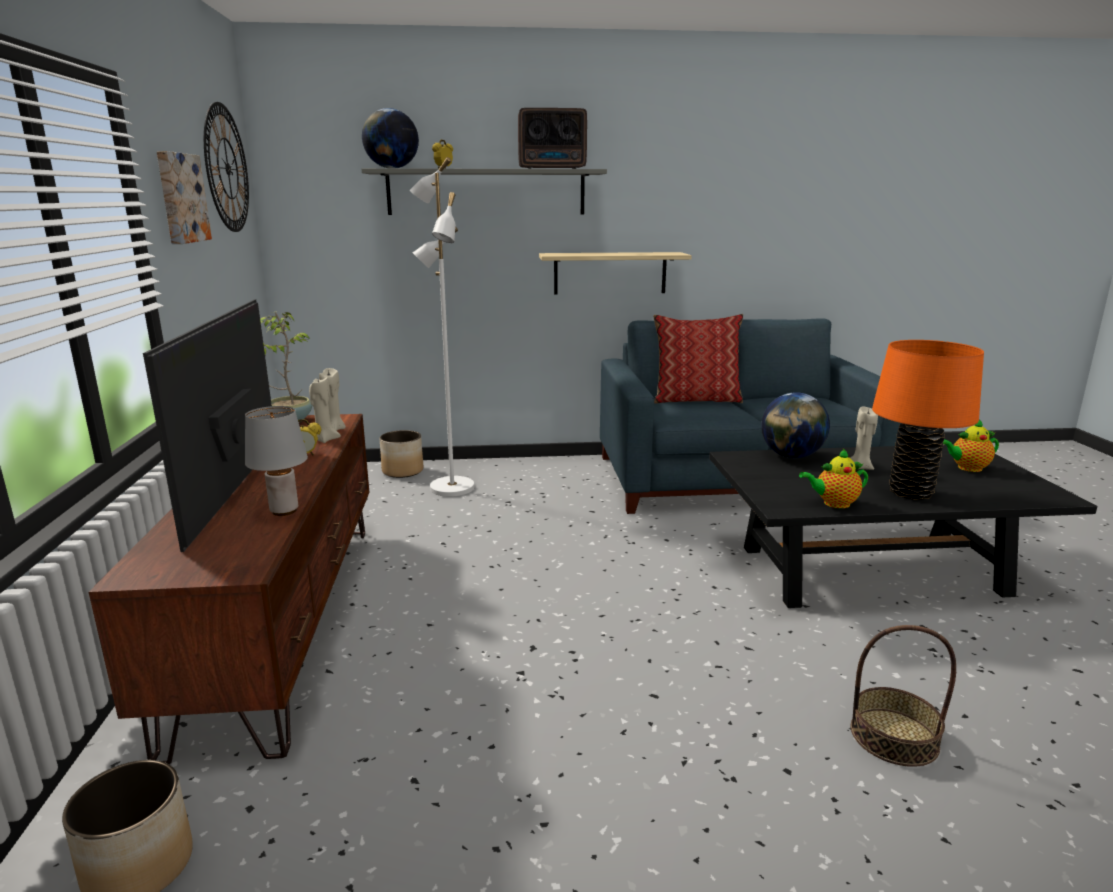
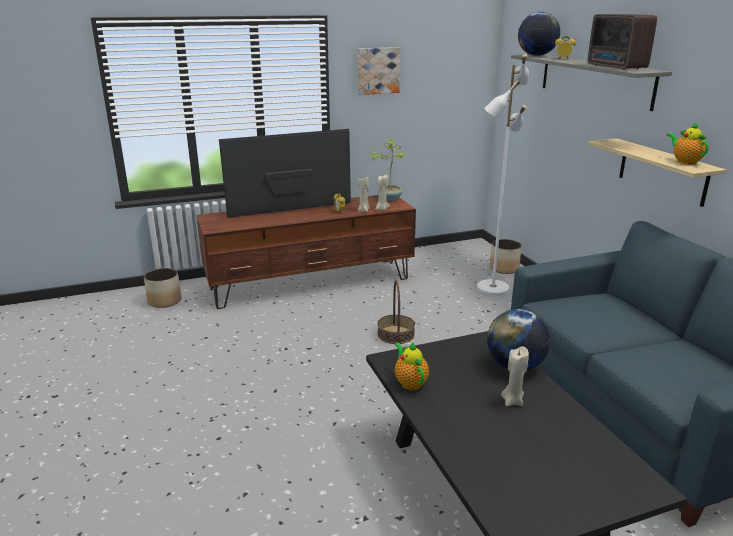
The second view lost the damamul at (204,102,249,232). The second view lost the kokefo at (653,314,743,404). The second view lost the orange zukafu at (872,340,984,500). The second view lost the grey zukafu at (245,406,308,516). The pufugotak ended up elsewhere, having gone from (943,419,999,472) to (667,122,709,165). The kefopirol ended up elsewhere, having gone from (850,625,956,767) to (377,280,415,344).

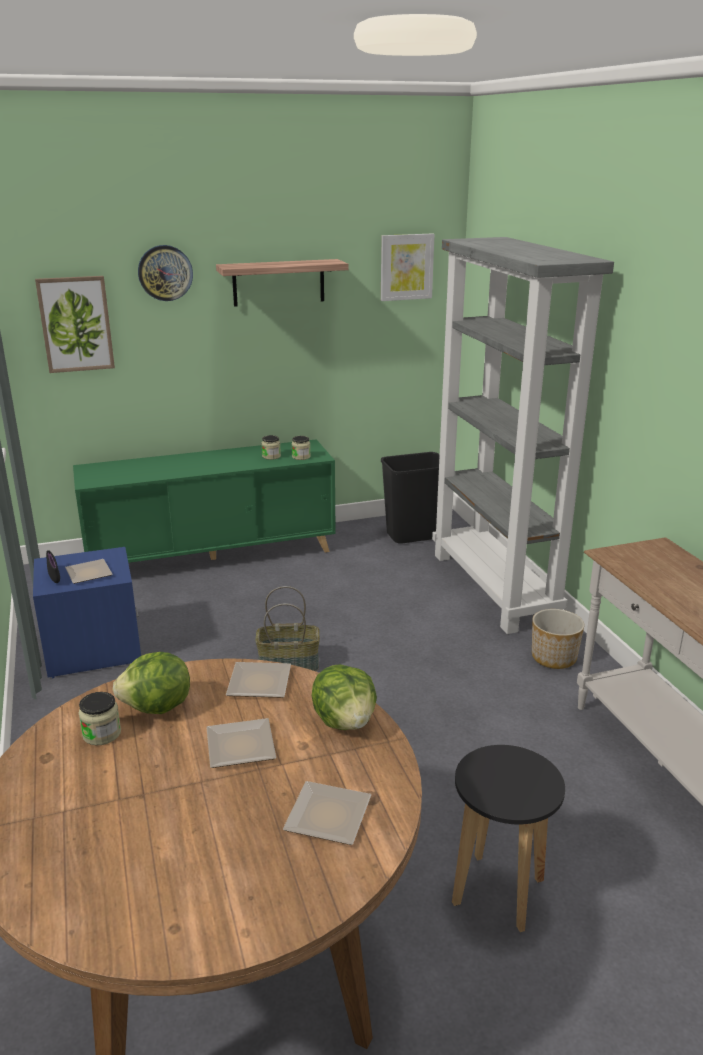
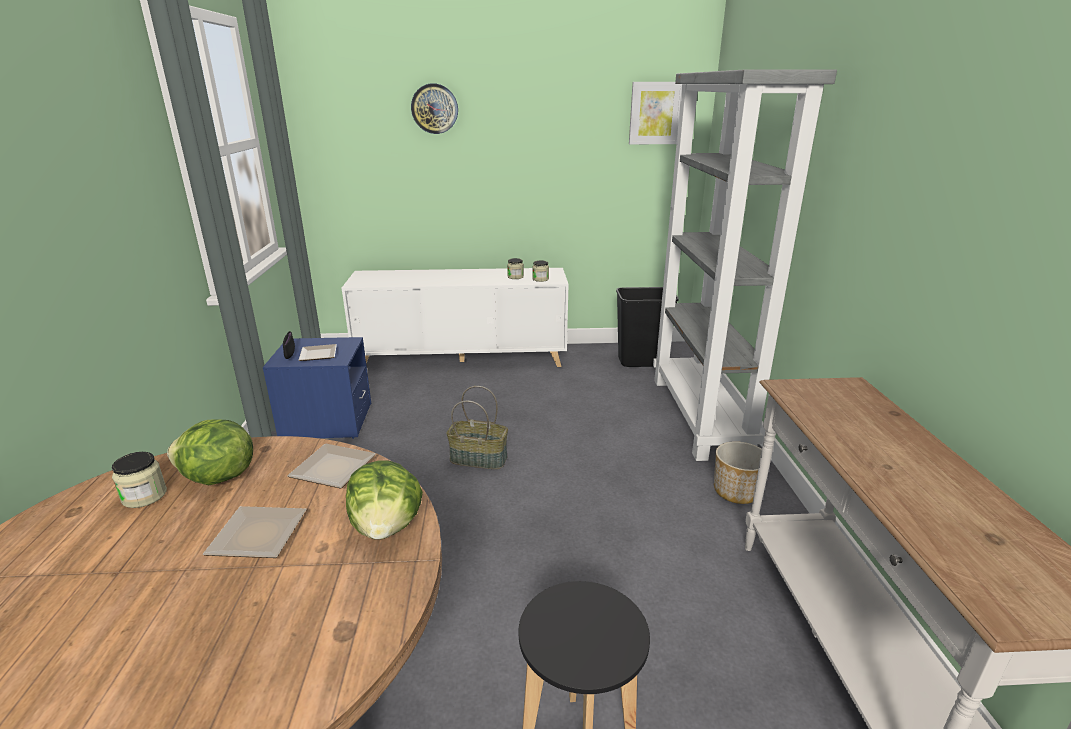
The second view lost the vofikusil at (216,259,349,307). The second view lost the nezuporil at (35,276,115,373). What was the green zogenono at (73,439,336,563) turned into the white zogenono at (341,268,569,367). The second view lost the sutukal at (283,781,371,845).

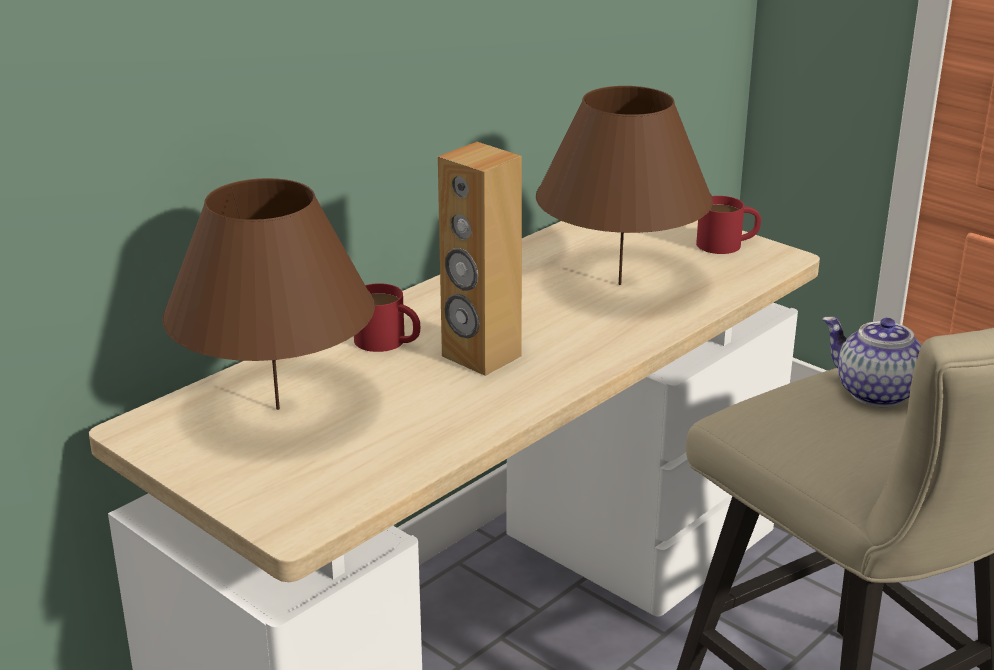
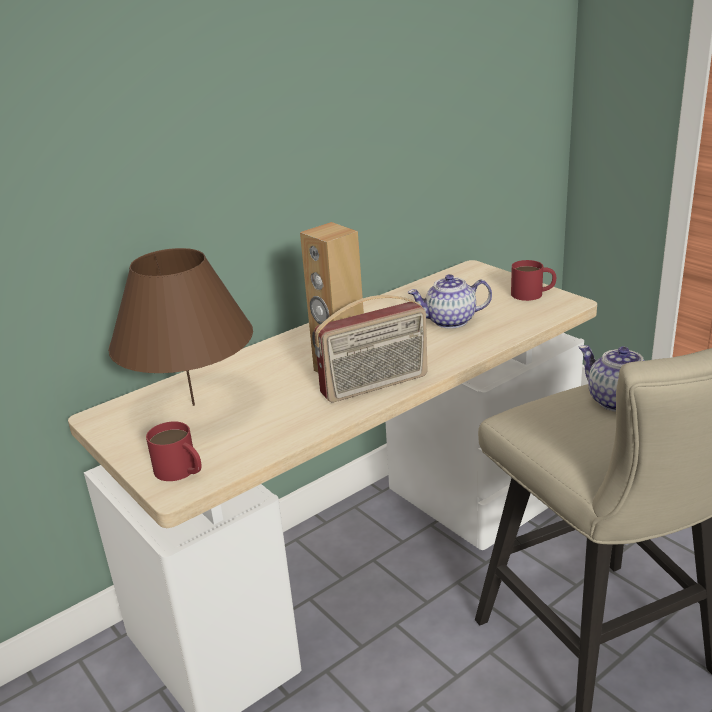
Where the brown zukafu stood at (536,86,713,285), the pufugotak came to stand at (408,274,492,329). The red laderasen ended up elsewhere, having gone from (354,283,420,352) to (146,421,202,481). The second view gained the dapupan at (314,295,427,403).

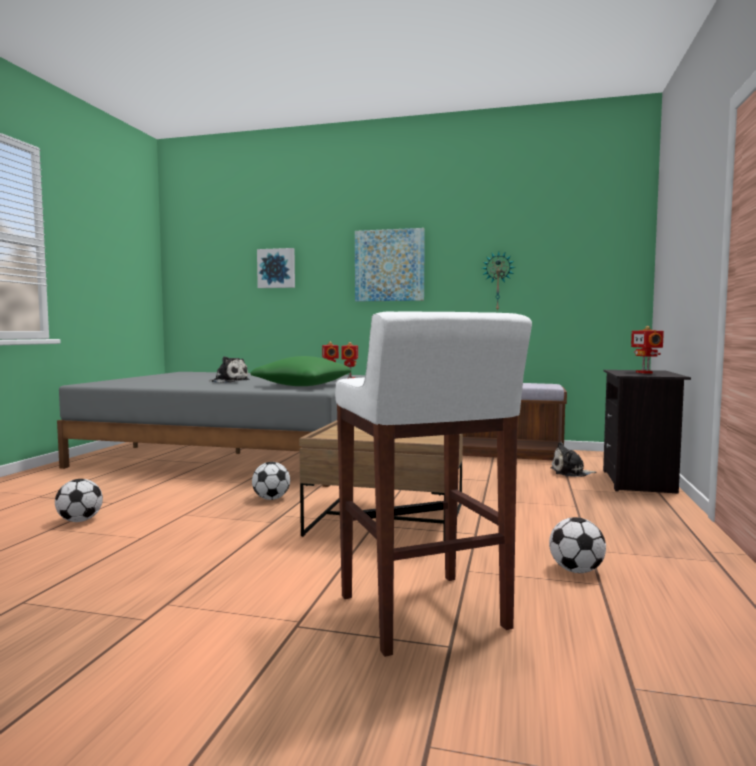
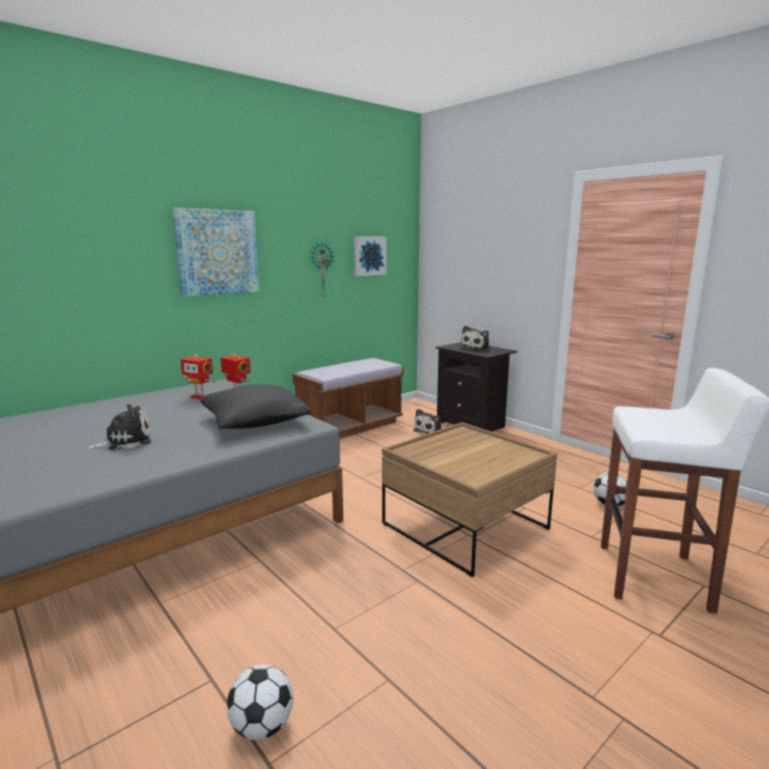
The nezuporil ended up elsewhere, having gone from (257,248,295,288) to (354,236,387,276). Where the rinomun stood at (631,326,664,373), the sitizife came to stand at (460,326,491,351). What was the green kokefo at (250,356,351,386) turned into the black kokefo at (200,384,311,429). The second view lost the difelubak at (252,462,290,500).

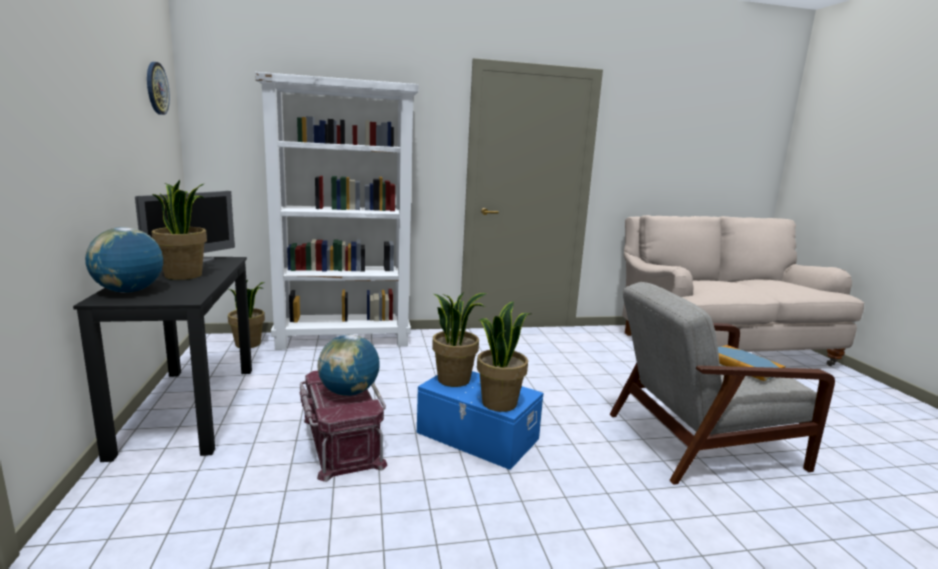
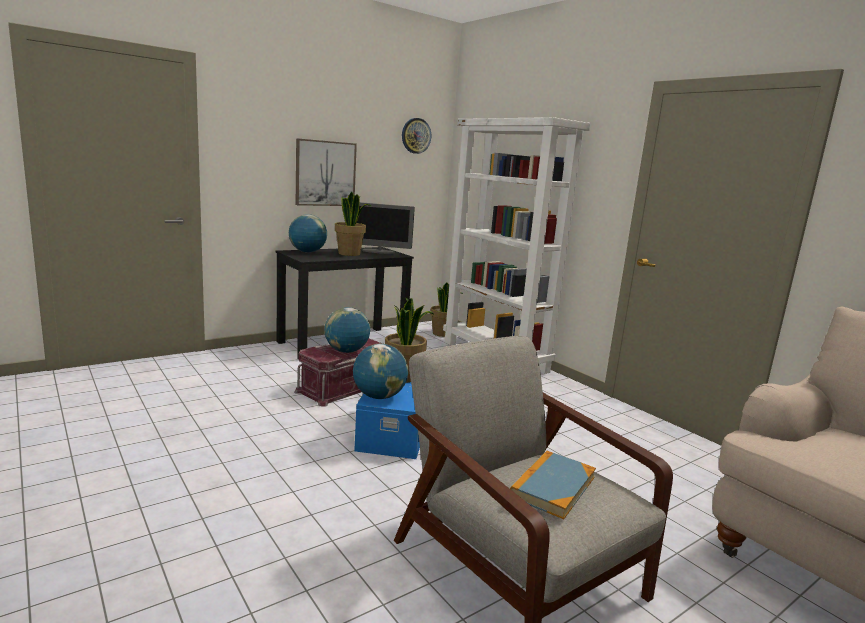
Where the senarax stood at (477,301,531,412), the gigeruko came to stand at (353,344,408,399). The second view gained the nezuporil at (296,138,357,206).

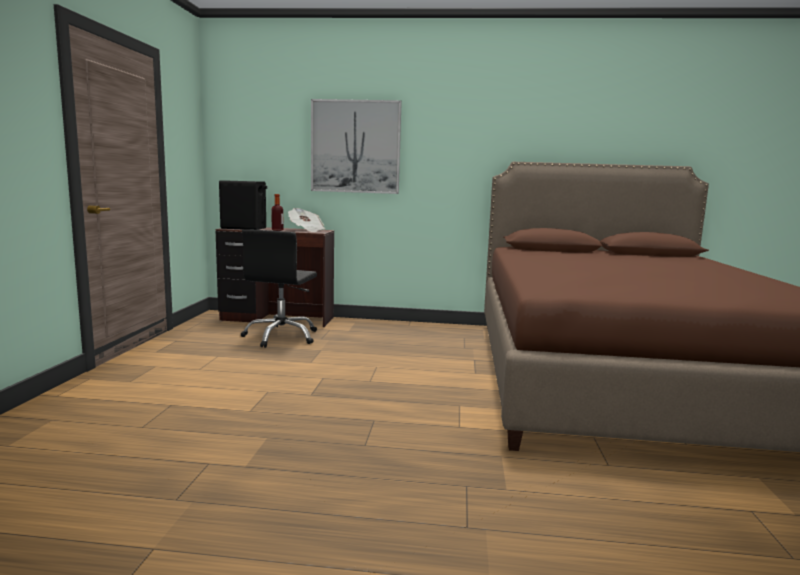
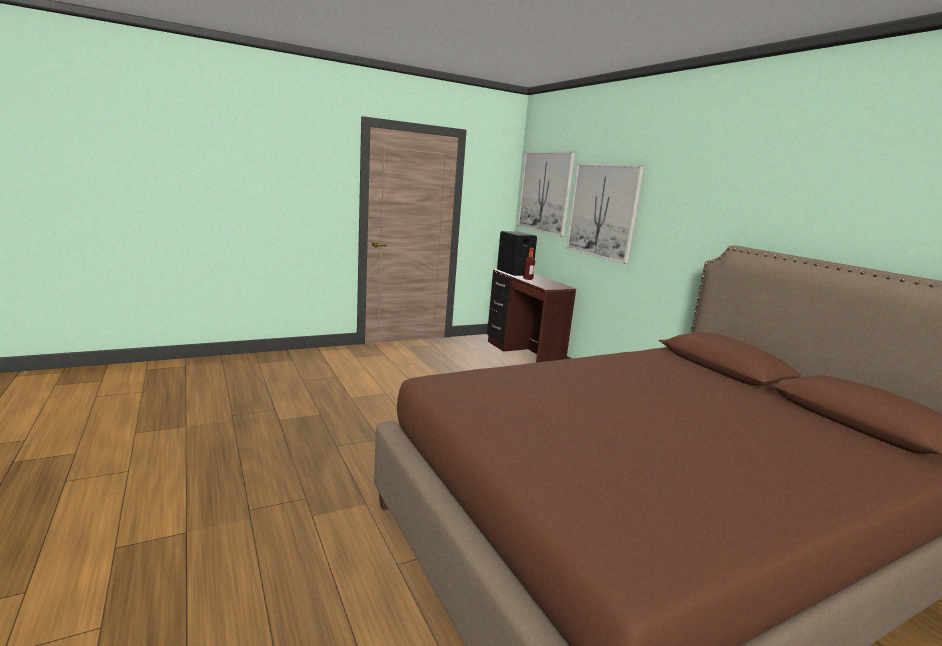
The second view lost the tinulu at (288,208,325,232). The second view lost the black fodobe at (241,229,317,348). The second view gained the nezuporil at (517,151,575,237).

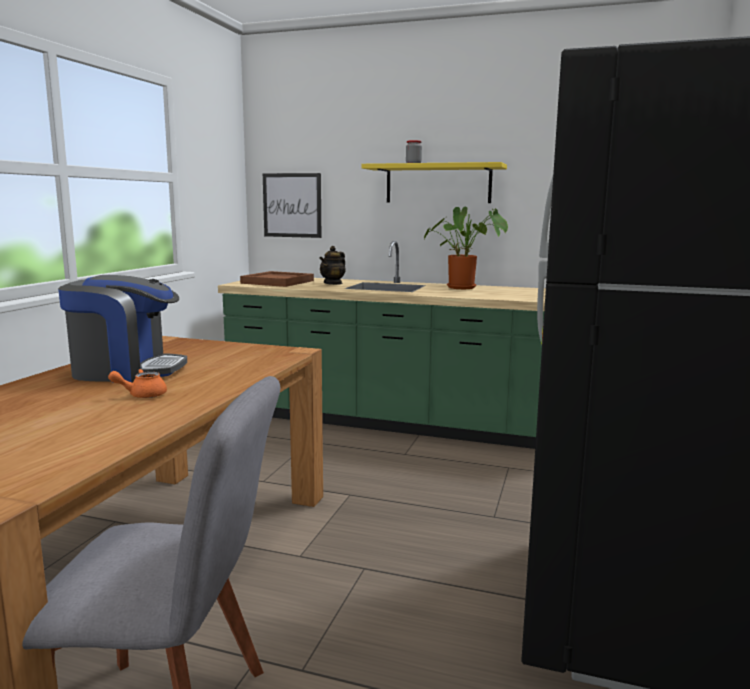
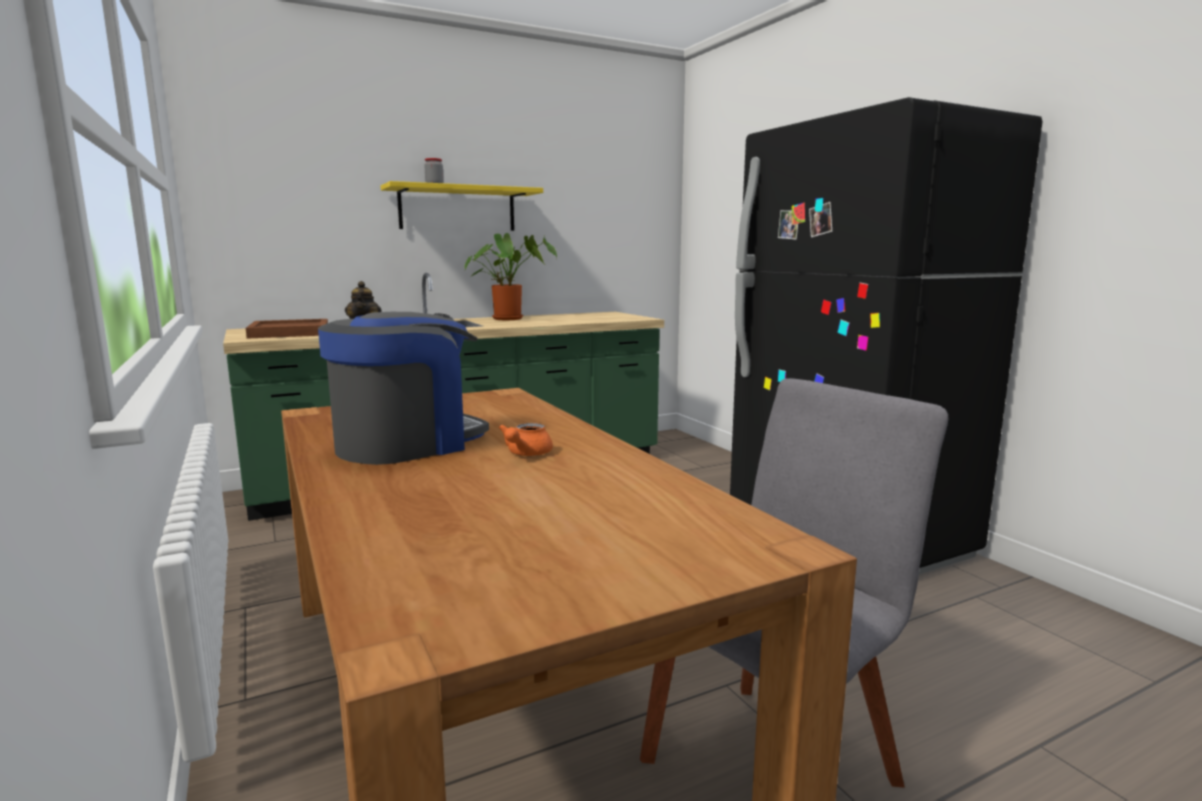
The second view lost the nezuporil at (263,173,321,238).

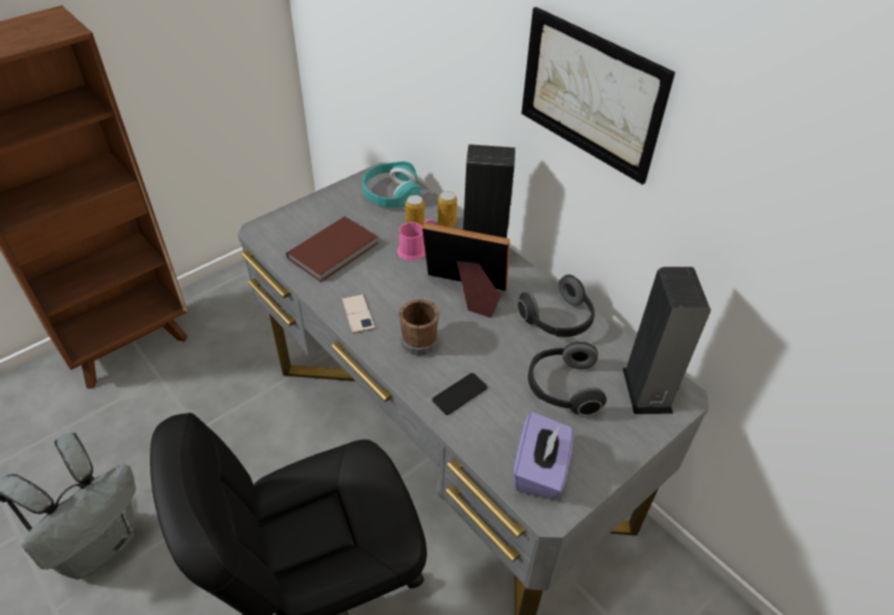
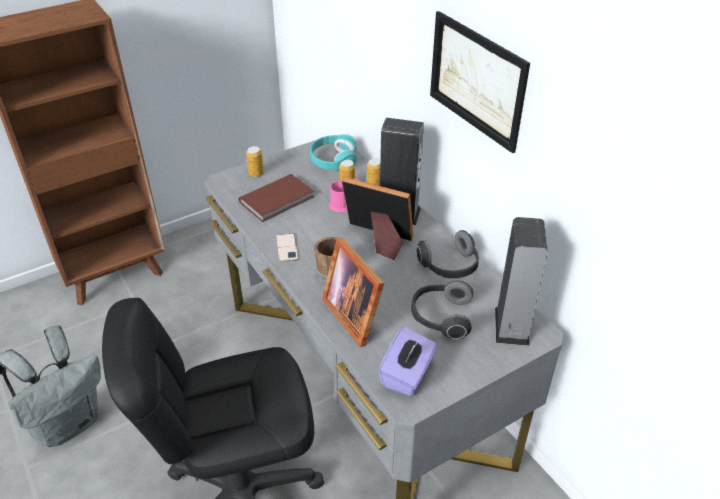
Where the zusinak stood at (432,373,487,415), the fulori came to stand at (322,237,384,347). The second view gained the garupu at (246,146,264,177).

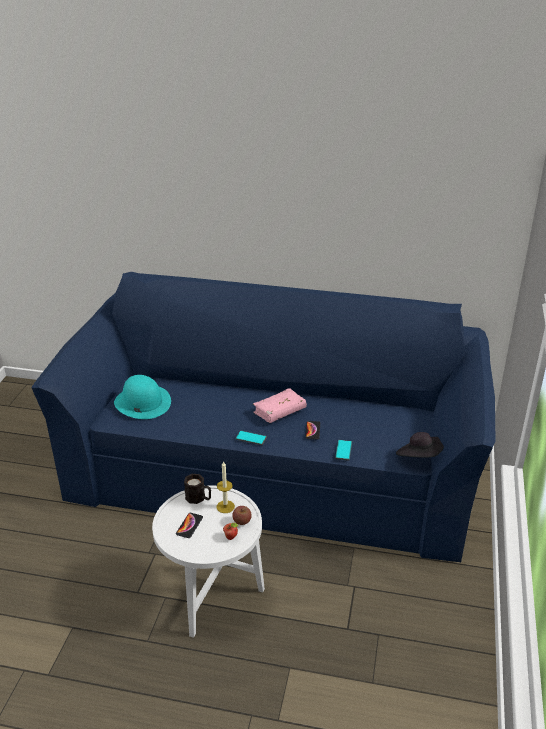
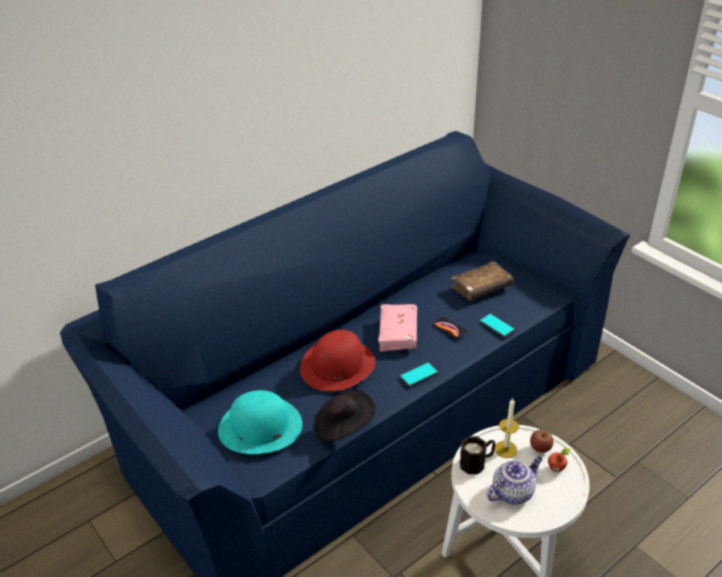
The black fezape ended up elsewhere, having gone from (396,432,444,457) to (315,389,375,441). Where the zusinak stood at (176,513,203,538), the pufugotak came to stand at (487,457,543,504). The second view gained the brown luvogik at (451,261,513,301). The second view gained the red fezape at (300,330,375,392).

